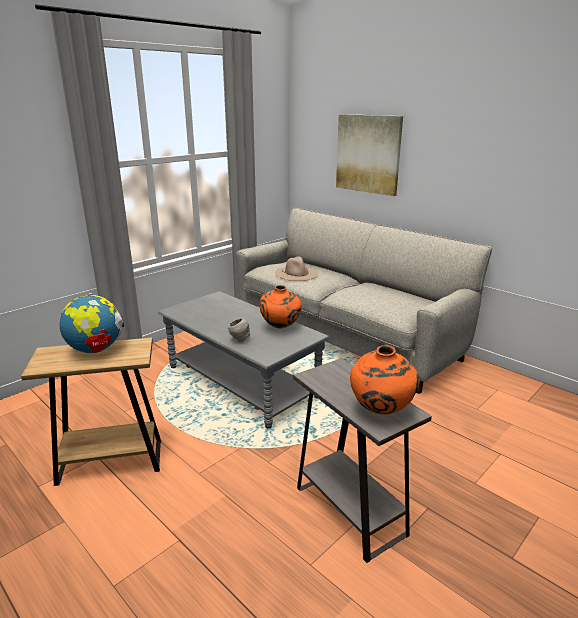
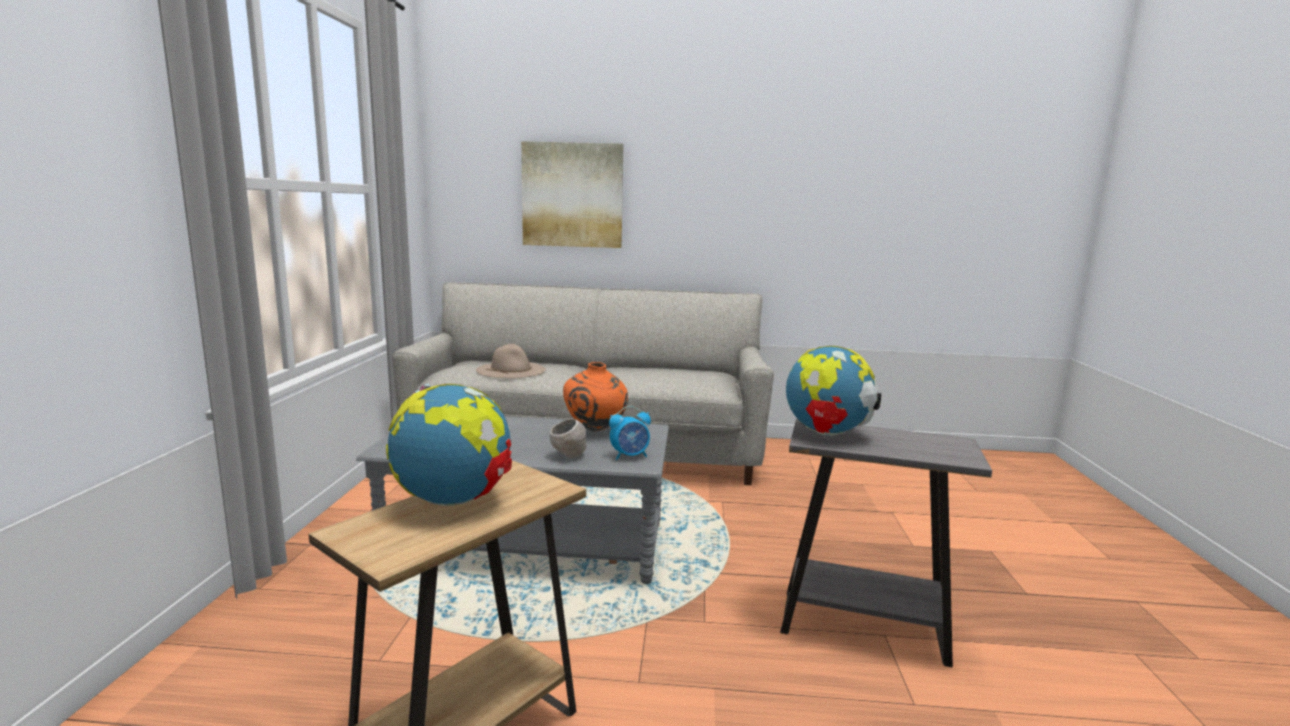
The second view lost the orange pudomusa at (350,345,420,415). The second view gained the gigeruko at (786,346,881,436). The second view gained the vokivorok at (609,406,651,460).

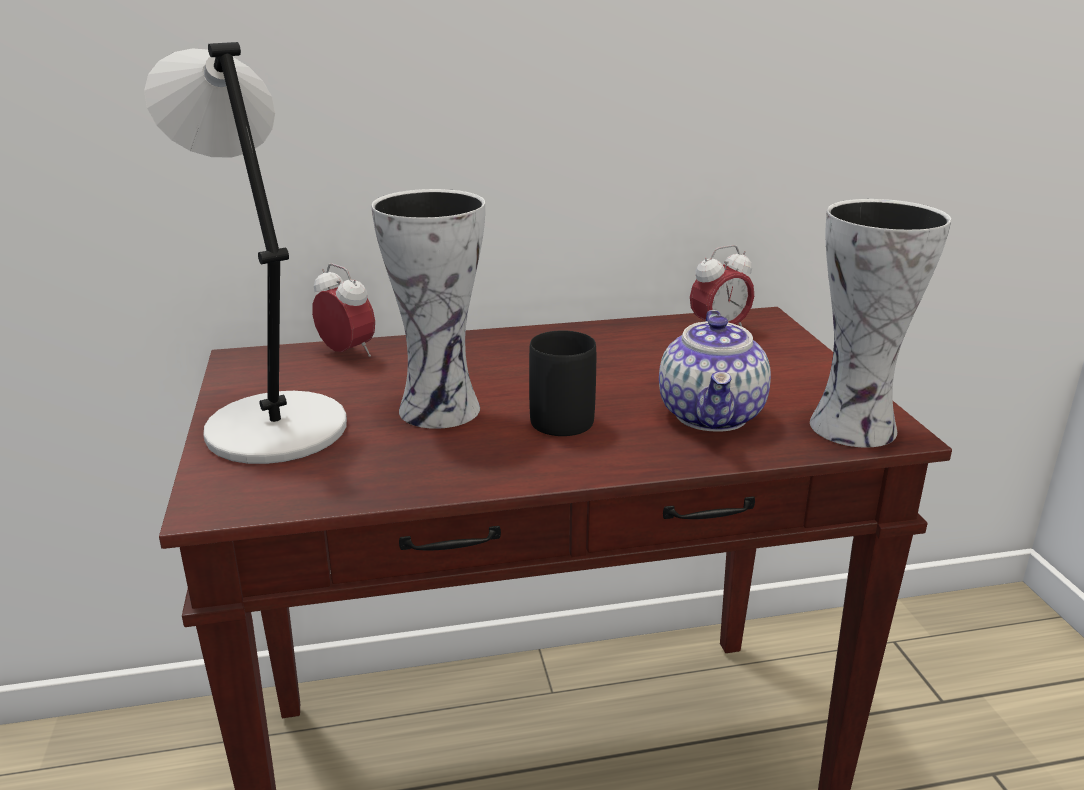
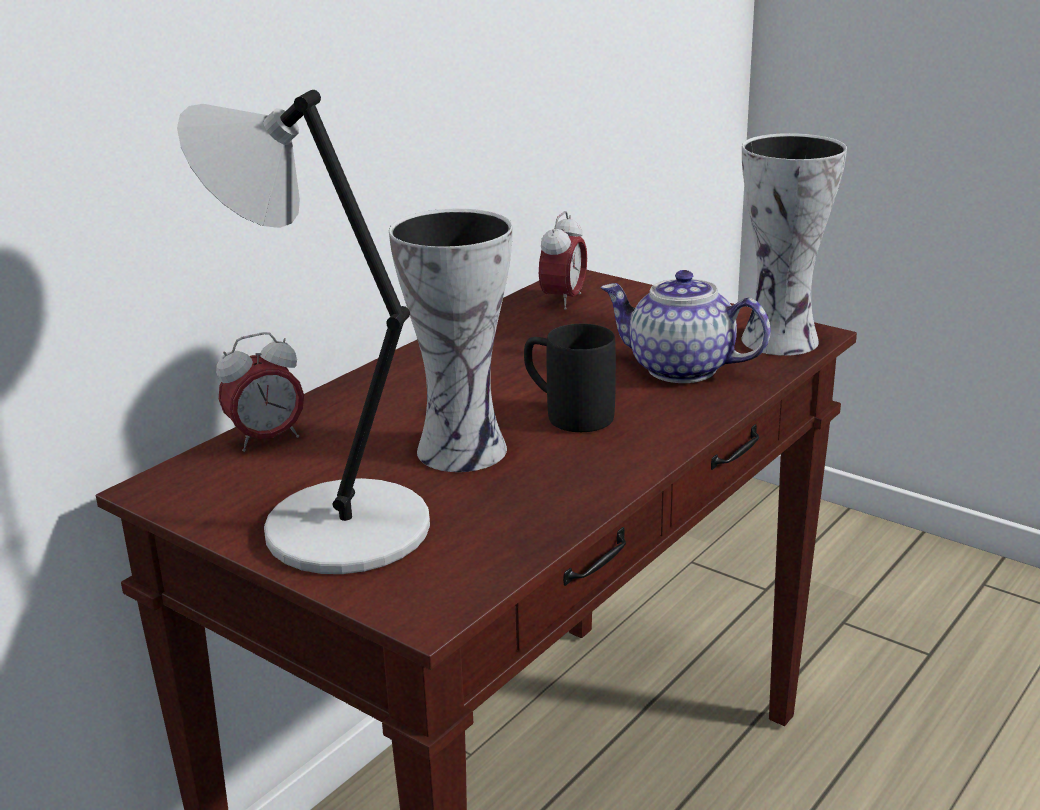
The vokivorok at (312,263,375,357) ended up facing another way, 150 degrees clockwise from before. The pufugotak at (659,310,771,431) ended up facing another way, 150 degrees clockwise from before.

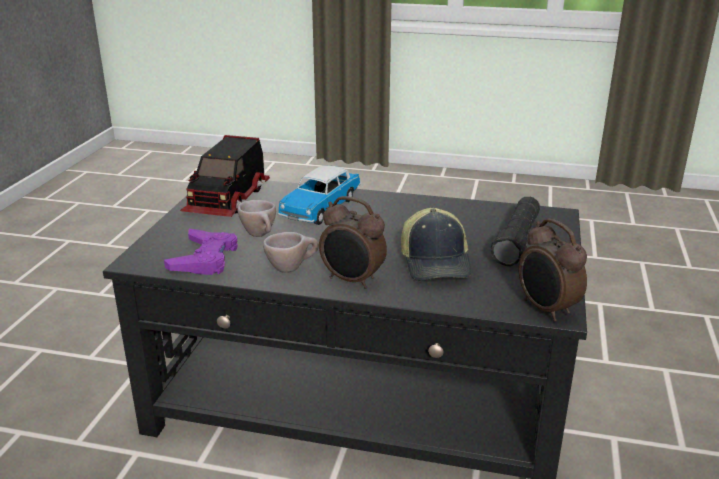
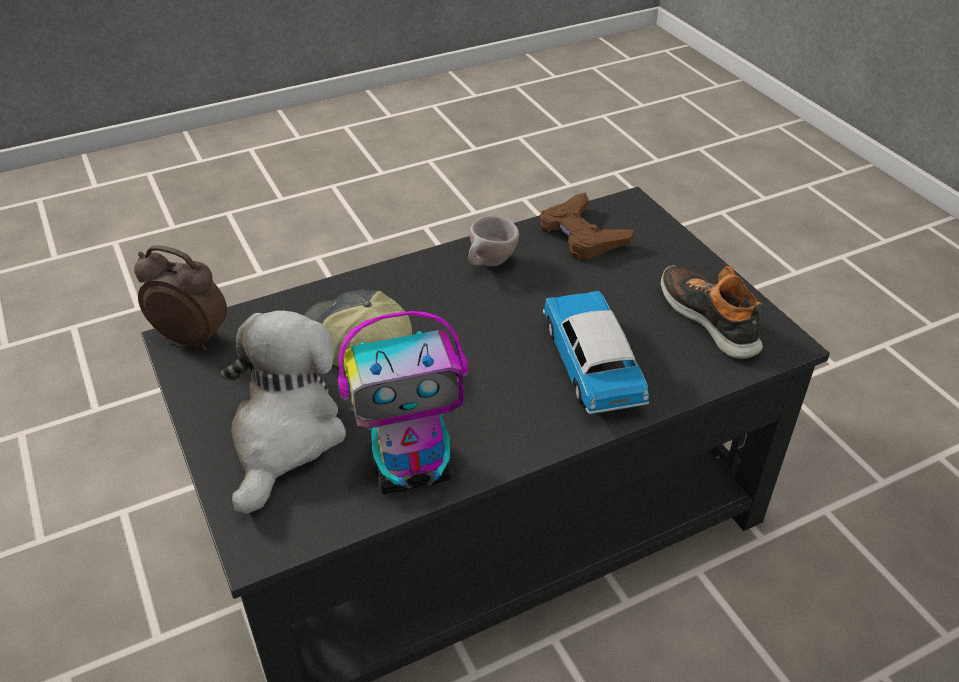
Where the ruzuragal stood at (180,135,270,217), the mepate came to stand at (661,265,763,359). The second view lost the vokivorok at (319,196,387,289). Where the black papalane stood at (491,197,540,266), the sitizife came to stand at (220,311,346,514). The second view lost the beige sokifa at (237,200,276,237). What was the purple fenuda at (164,229,238,275) turned into the brown fenuda at (540,192,634,260). The second view gained the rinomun at (338,311,469,495).

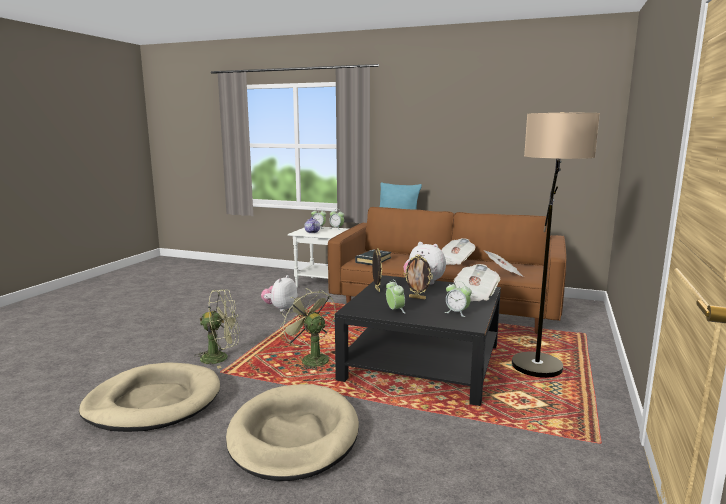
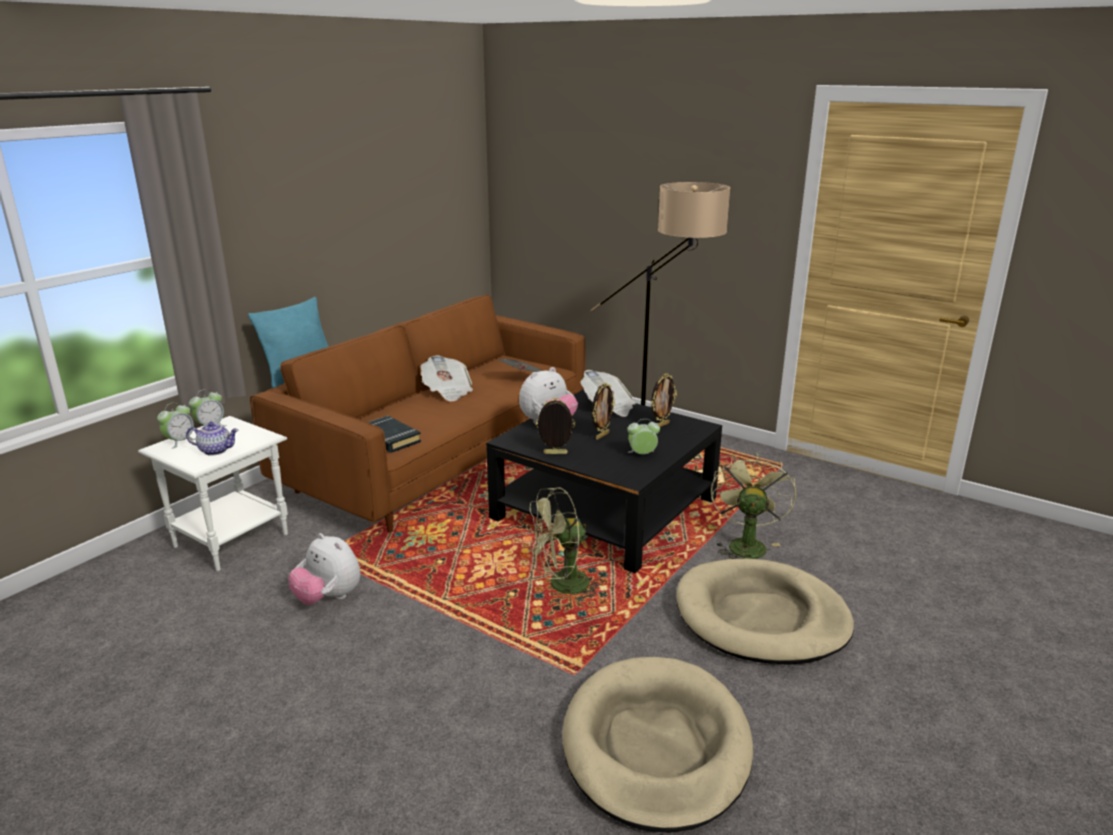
Where the vokivorok stood at (445,281,472,317), the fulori came to stand at (651,373,677,427). The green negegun ended up elsewhere, having gone from (194,290,240,369) to (711,452,796,559).

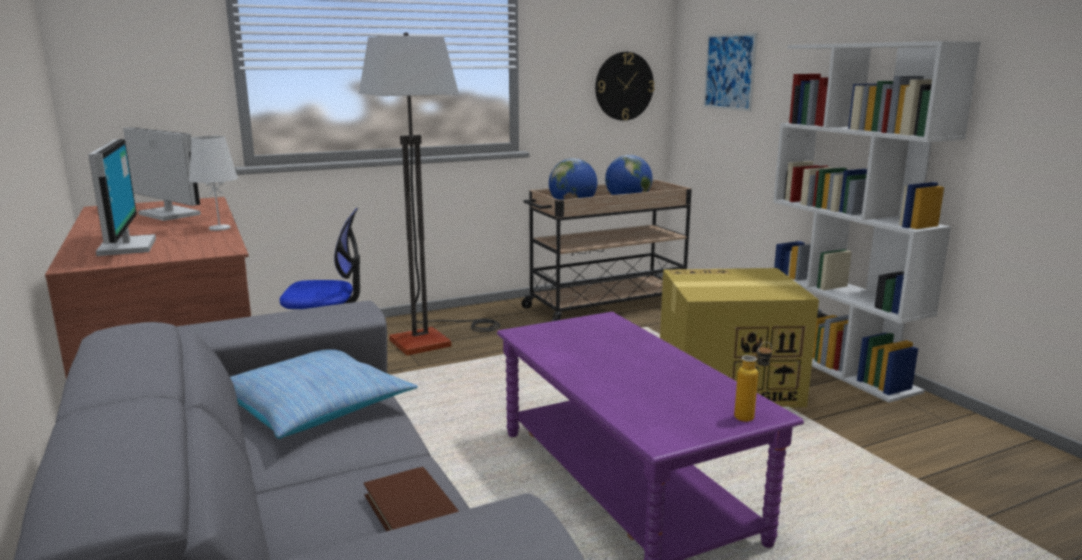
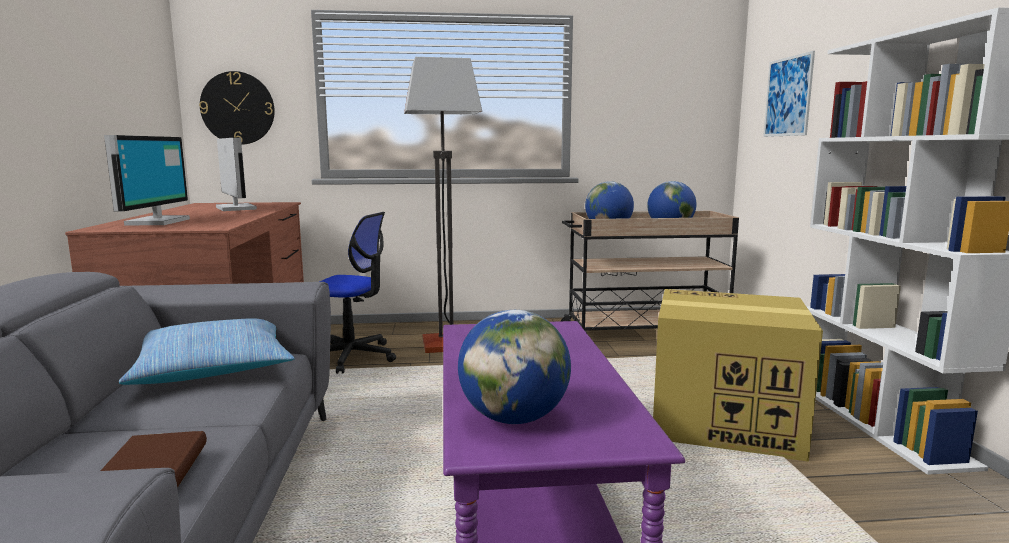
The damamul ended up elsewhere, having gone from (595,52,655,121) to (199,71,275,145). The second view lost the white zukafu at (189,136,238,231). The second view lost the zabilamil at (734,342,772,422). The second view gained the gigeruko at (458,310,571,424).

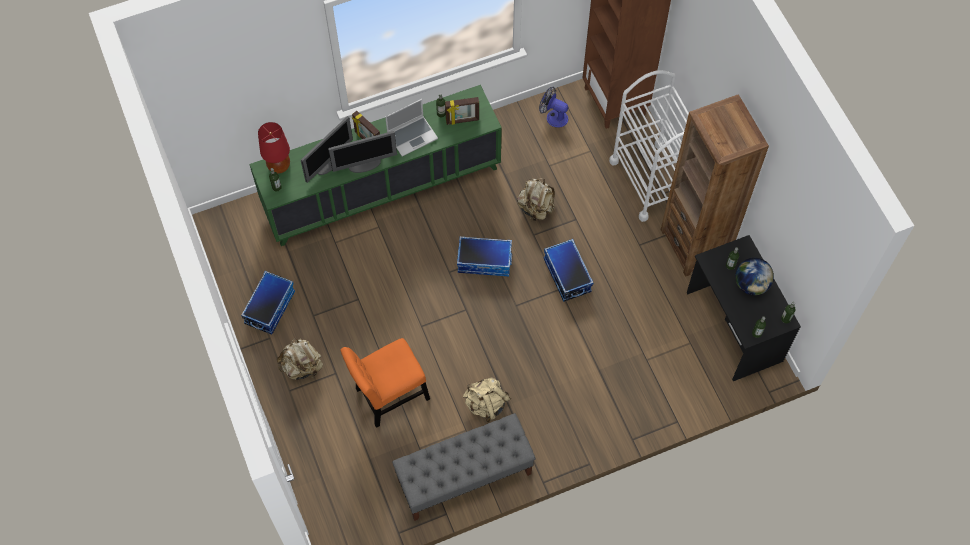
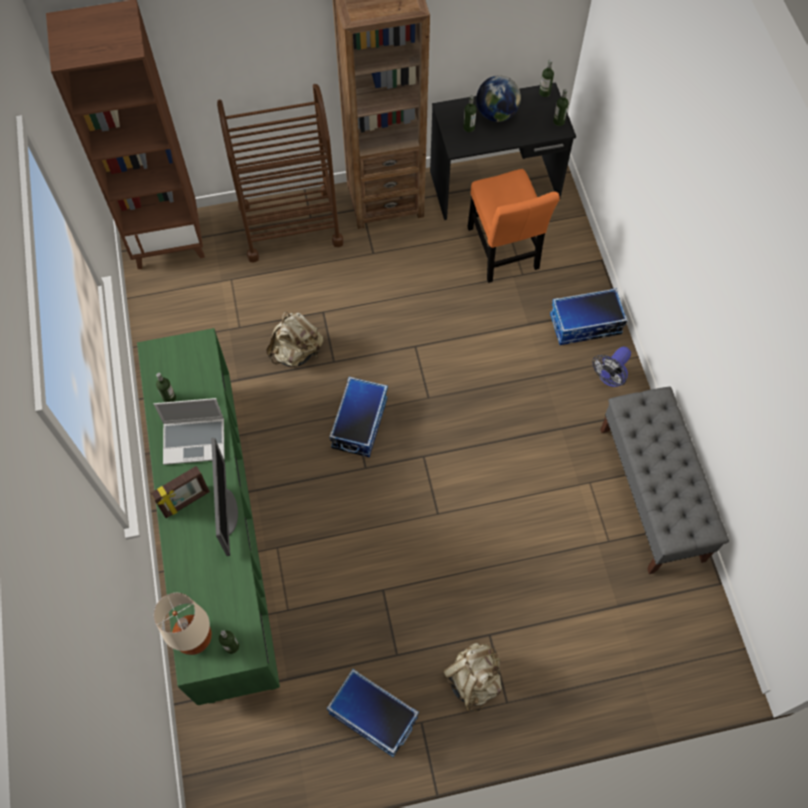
What was the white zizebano at (609,70,689,222) turned into the brown zizebano at (217,84,344,262). The negegun ended up elsewhere, having gone from (539,87,568,128) to (592,347,631,387). The second view lost the fulori at (445,97,479,125). The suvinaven at (385,99,438,157) ended up facing another way, 105 degrees clockwise from before. The second view lost the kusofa at (301,116,353,183). What was the red zukafu at (258,122,290,174) turned into the beige zukafu at (154,593,212,655). The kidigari ended up elsewhere, having gone from (544,239,594,302) to (550,288,628,345). The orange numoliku ended up elsewhere, having gone from (340,338,430,428) to (467,169,560,283). The second view lost the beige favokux at (463,377,511,422).

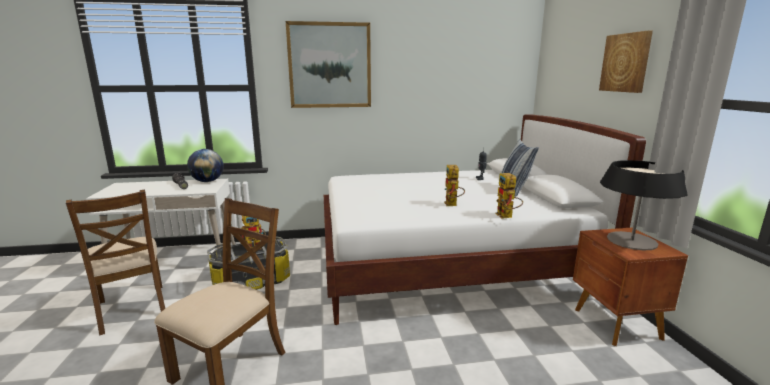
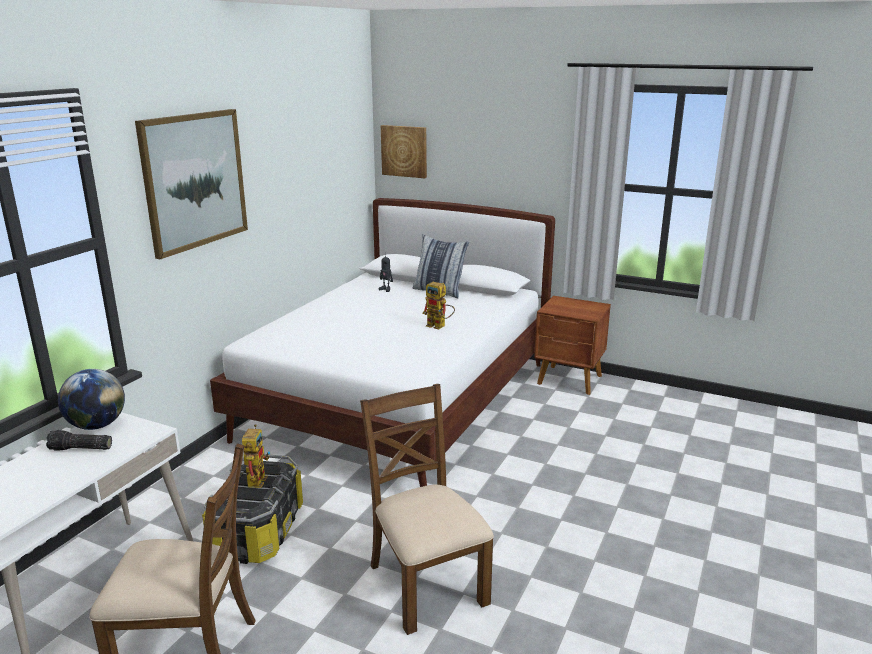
The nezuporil ended up elsewhere, having gone from (599,31,653,93) to (381,125,427,178). The second view lost the zukafu at (600,160,688,250). The second view lost the rinomun at (495,173,523,219).

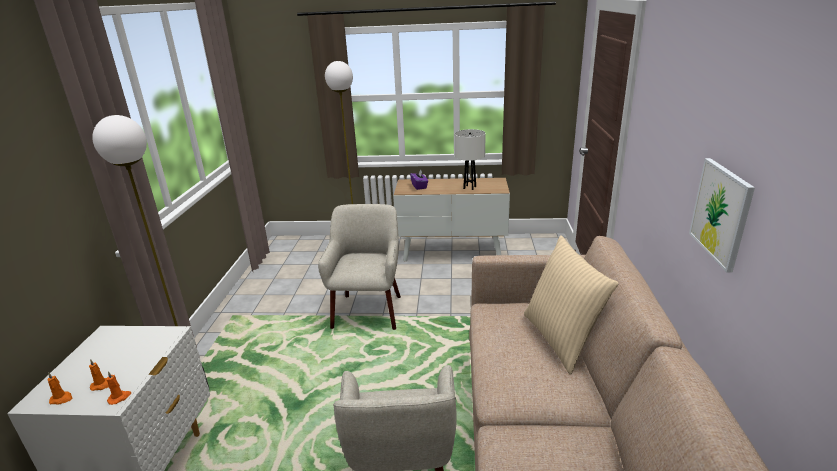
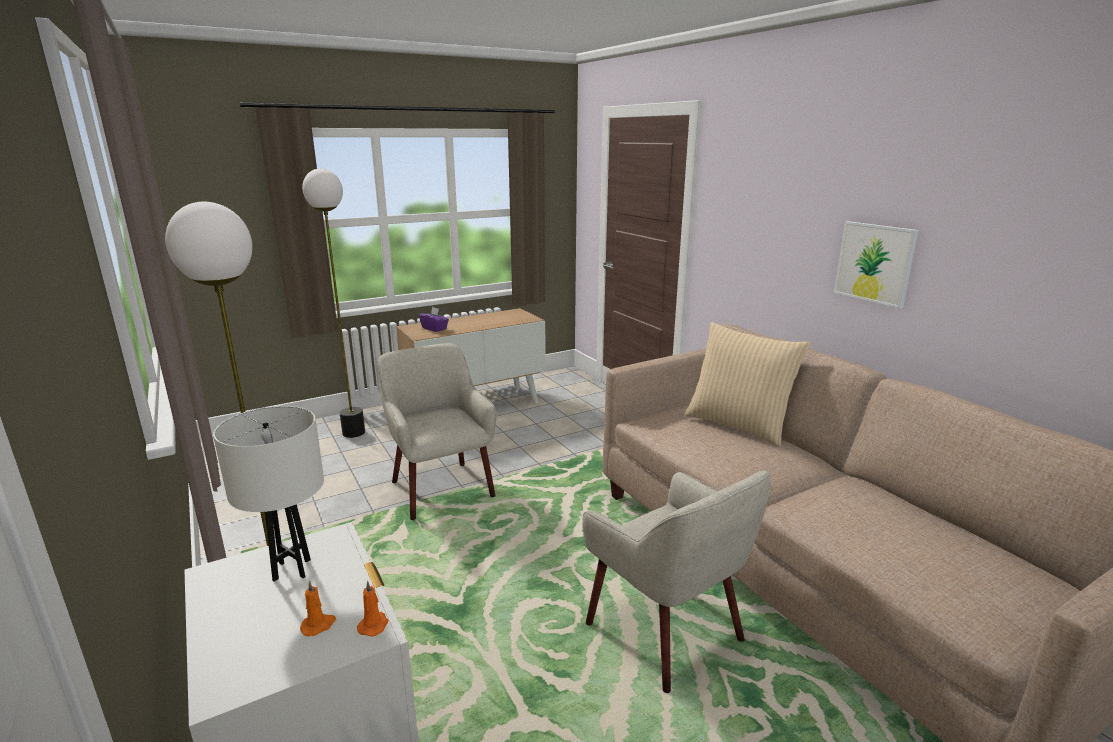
The white zukafu ended up elsewhere, having gone from (455,129,486,190) to (213,406,324,582). The second view lost the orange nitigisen at (48,373,72,405).

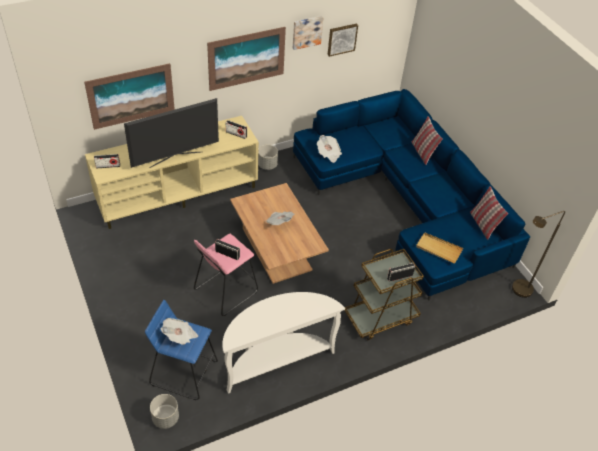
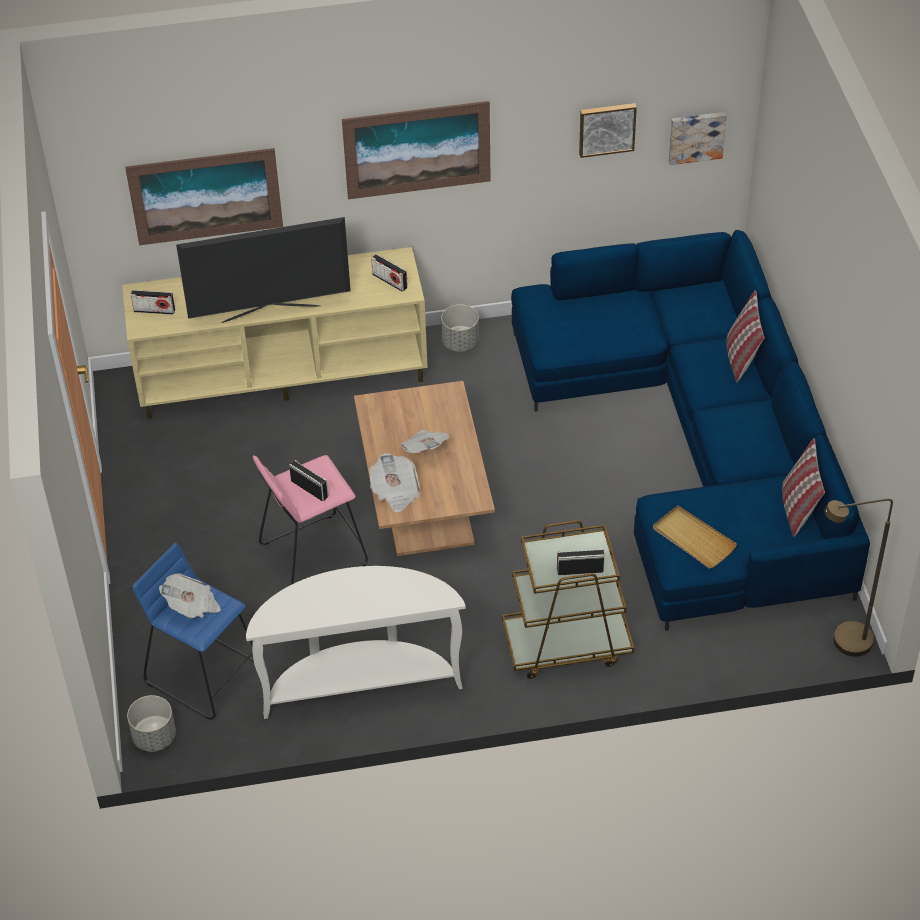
The nezuporil ended up elsewhere, having gone from (293,16,323,50) to (669,112,727,165). The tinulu ended up elsewhere, having gone from (317,135,342,163) to (369,453,421,513).

